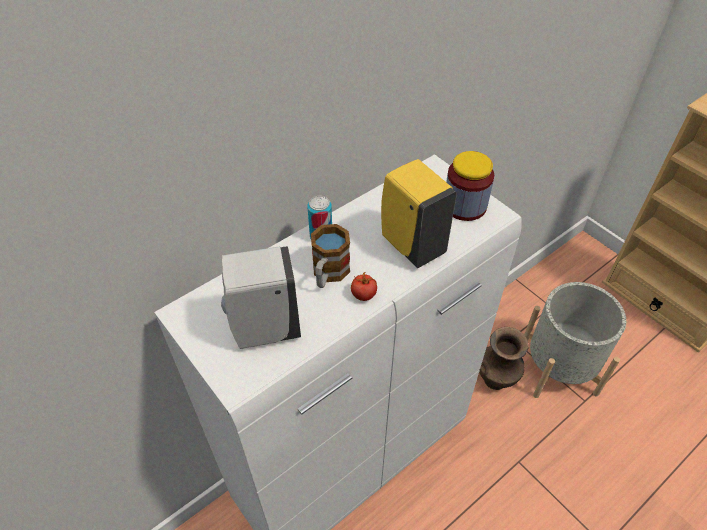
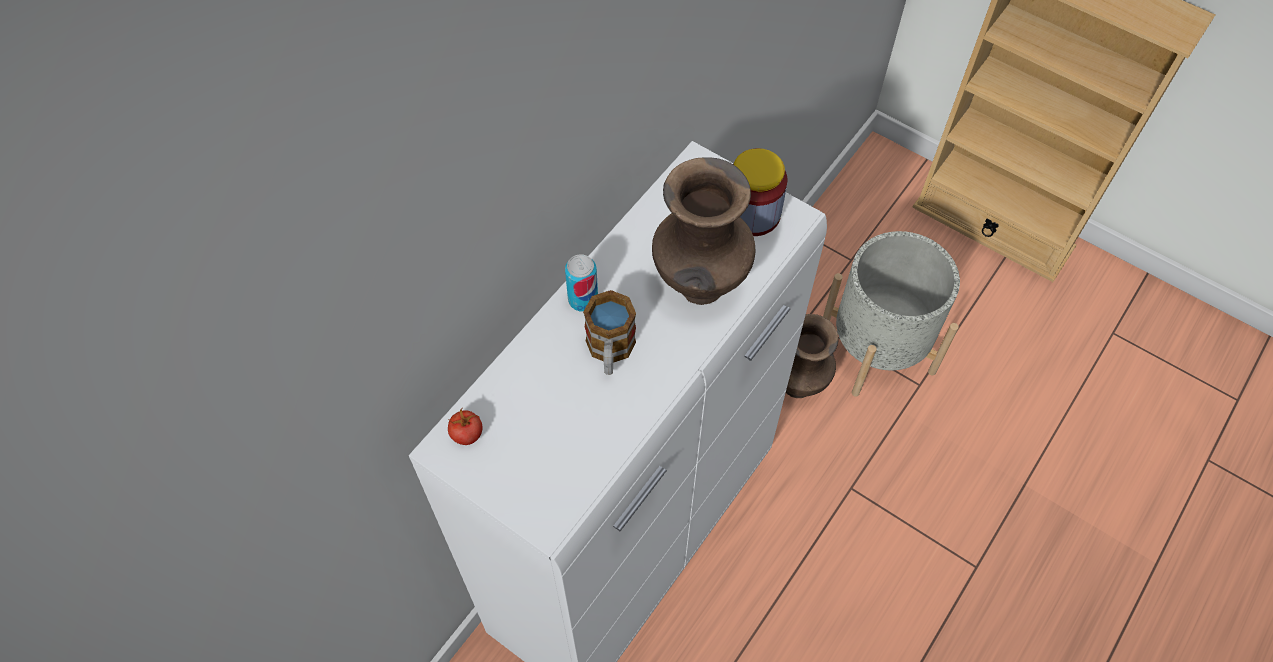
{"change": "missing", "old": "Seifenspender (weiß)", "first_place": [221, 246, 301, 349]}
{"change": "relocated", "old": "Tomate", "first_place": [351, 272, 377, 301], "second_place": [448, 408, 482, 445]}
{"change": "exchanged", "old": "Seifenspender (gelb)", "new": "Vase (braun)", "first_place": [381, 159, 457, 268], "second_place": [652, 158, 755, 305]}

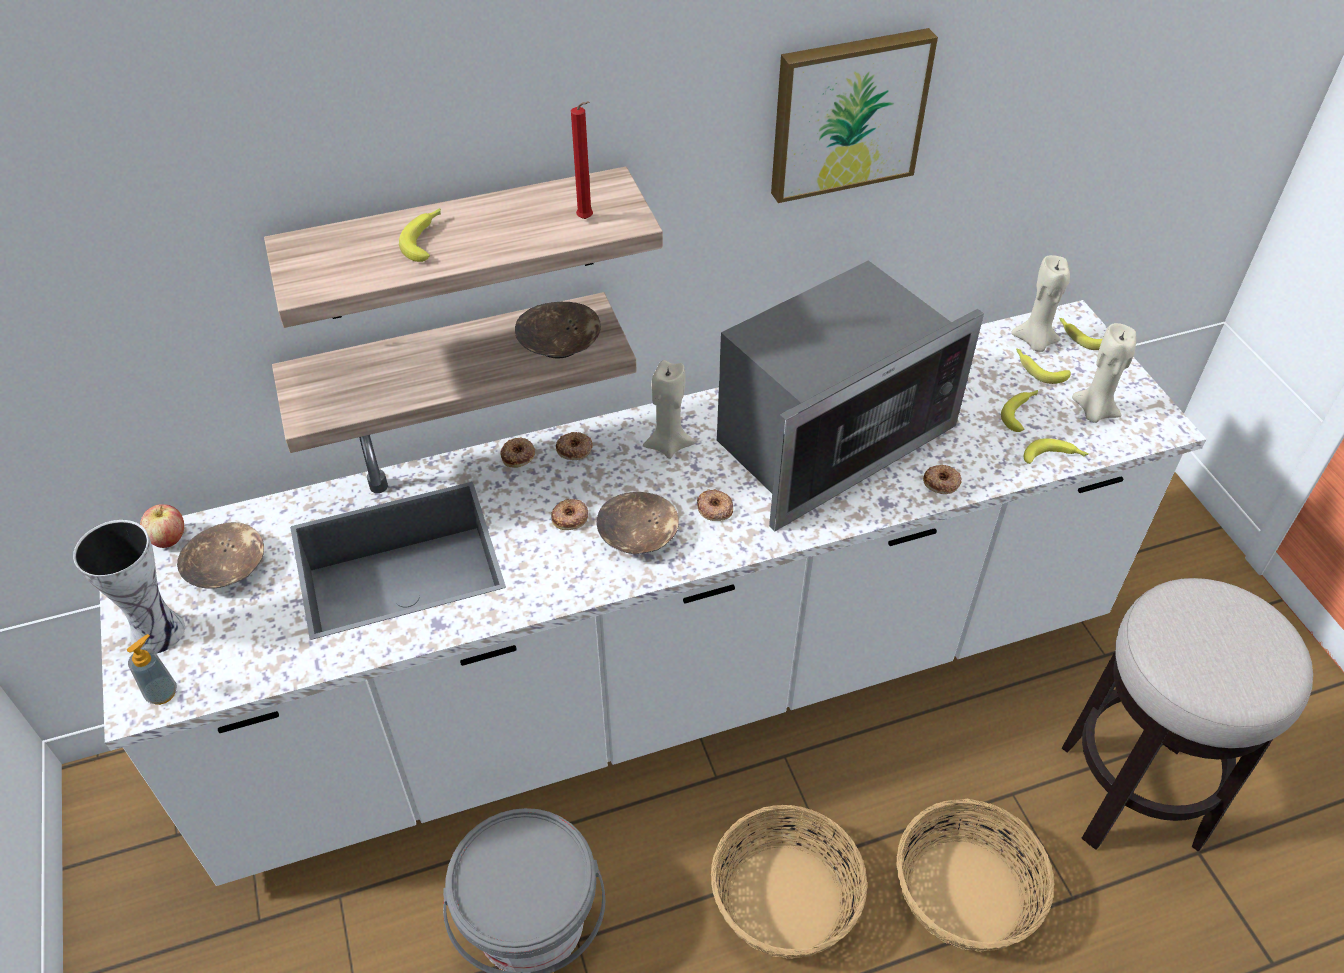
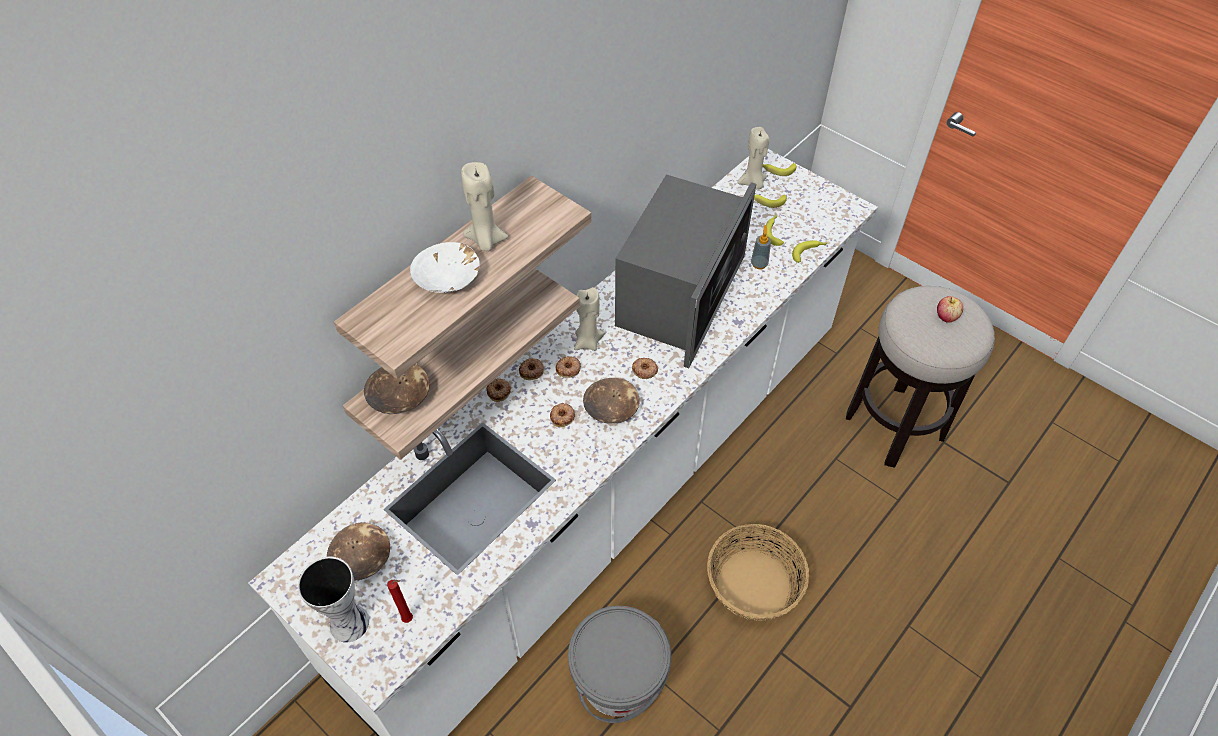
{"change": "relocated", "old": "Seifenspender", "first_place": [127, 634, 177, 705], "second_place": [751, 225, 771, 269]}
{"change": "relocated", "old": "Apfel", "first_place": [140, 504, 184, 548], "second_place": [937, 296, 963, 323]}
{"change": "exchanged", "old": "Banane", "new": "Schüssel (weiß)", "first_place": [399, 208, 441, 262], "second_place": [410, 242, 480, 293]}
{"change": "relocated", "old": "Schüssel (braun)", "first_place": [515, 302, 601, 359], "second_place": [364, 364, 430, 414]}
{"change": "relocated", "old": "Kerze (rot)", "first_place": [571, 101, 593, 219], "second_place": [387, 580, 413, 623]}
{"change": "missing", "old": "Bild", "first_place": [771, 28, 938, 203]}
{"change": "missing", "old": "Korb", "first_place": [897, 798, 1055, 952]}
{"change": "relocated", "old": "Donut", "first_place": [923, 465, 962, 494], "second_place": [556, 356, 581, 378]}
{"change": "relocated", "old": "Kerze (beige)", "first_place": [1072, 323, 1136, 423], "second_place": [461, 162, 508, 251]}

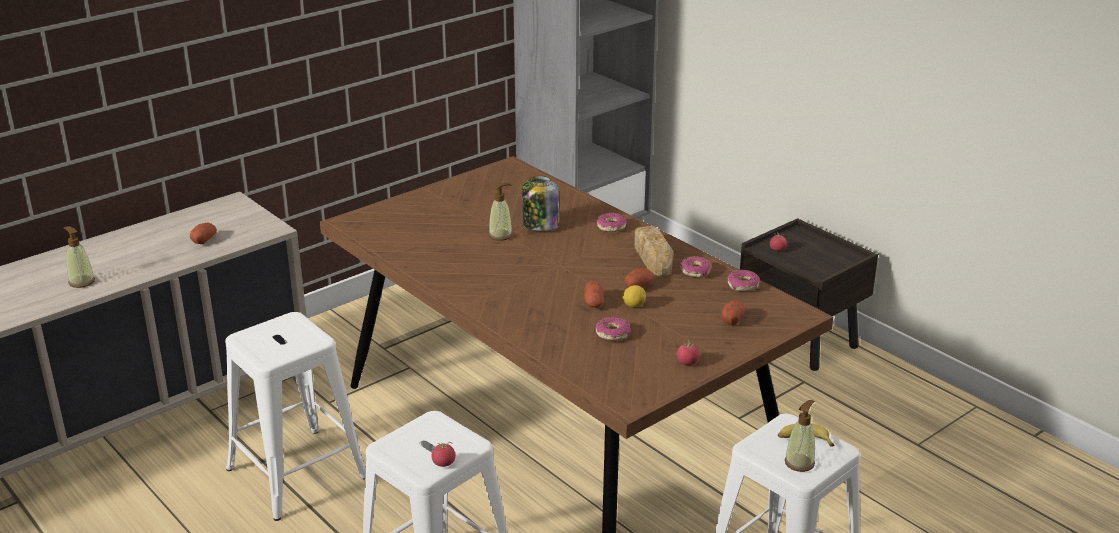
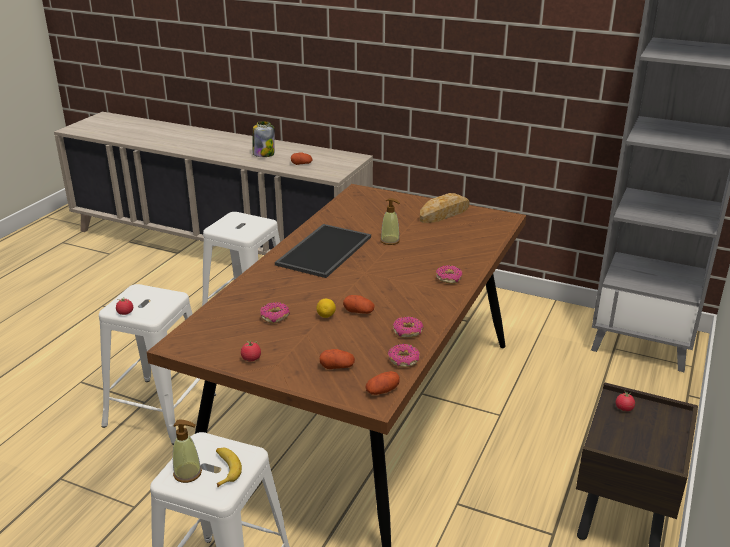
{"change": "missing", "old": "Seifenspender", "first_place": [64, 226, 95, 288]}
{"change": "relocated", "old": "Vorratsglas", "first_place": [522, 176, 559, 231], "second_place": [252, 121, 275, 157]}
{"change": "relocated", "old": "Kartoffel", "first_place": [584, 281, 604, 307], "second_place": [366, 371, 400, 395]}
{"change": "relocated", "old": "Brot", "first_place": [635, 226, 673, 276], "second_place": [420, 193, 470, 223]}
{"change": "appeared", "new": "Tablett", "second_place": [275, 224, 371, 278]}

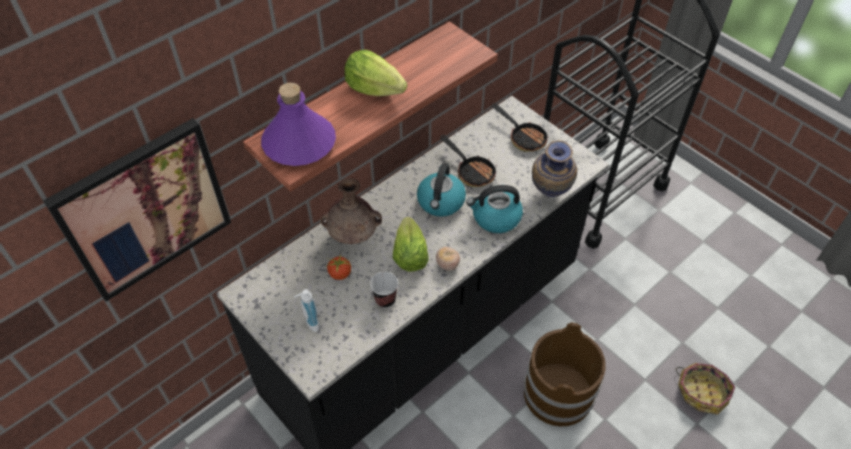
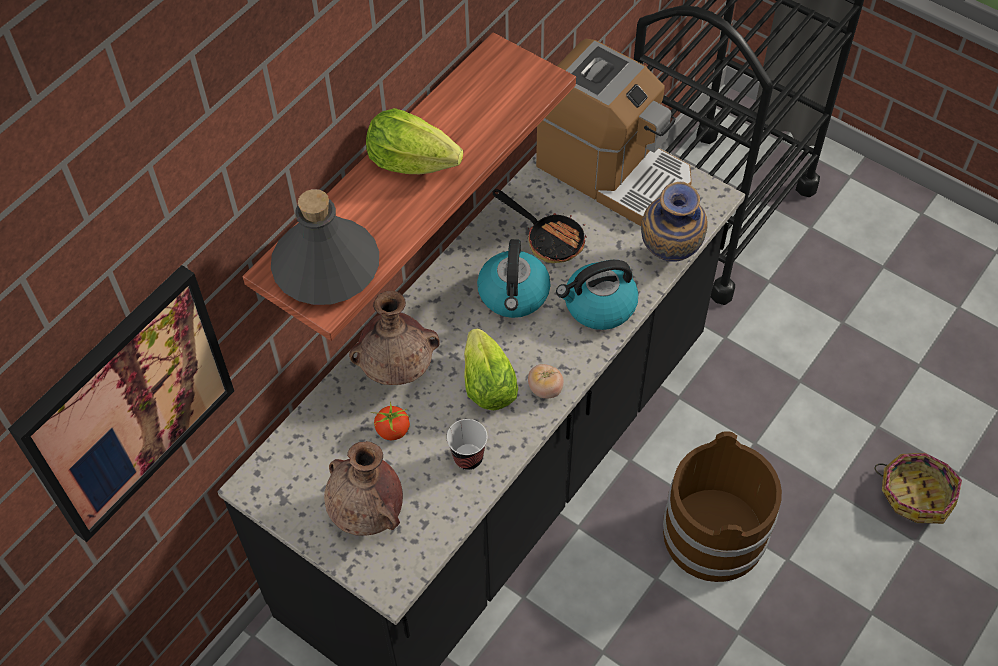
{"change": "colour", "old": "Flasche (lila)", "new": "Flasche (grau)", "first_place": [261, 83, 336, 166], "second_place": [271, 189, 379, 305]}
{"change": "exchanged", "old": "Seifenspender", "new": "Vase (braun)", "first_place": [294, 289, 320, 332], "second_place": [324, 441, 403, 536]}
{"change": "exchanged", "old": "Pfanne", "new": "Kaffeemaschine", "first_place": [492, 103, 549, 152], "second_place": [536, 39, 692, 226]}

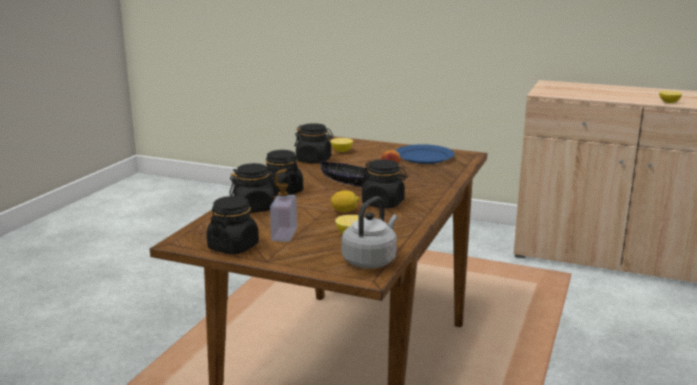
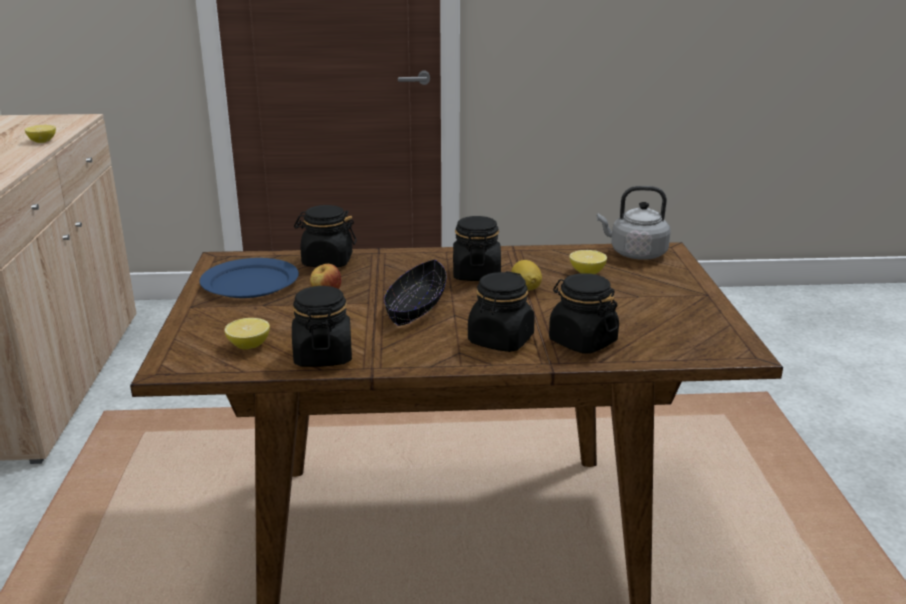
{"change": "relocated", "old": "Vorratsglas (schwarz)", "first_place": [206, 196, 259, 254], "second_place": [294, 205, 357, 267]}
{"change": "missing", "old": "Seifenspender", "first_place": [270, 169, 297, 242]}

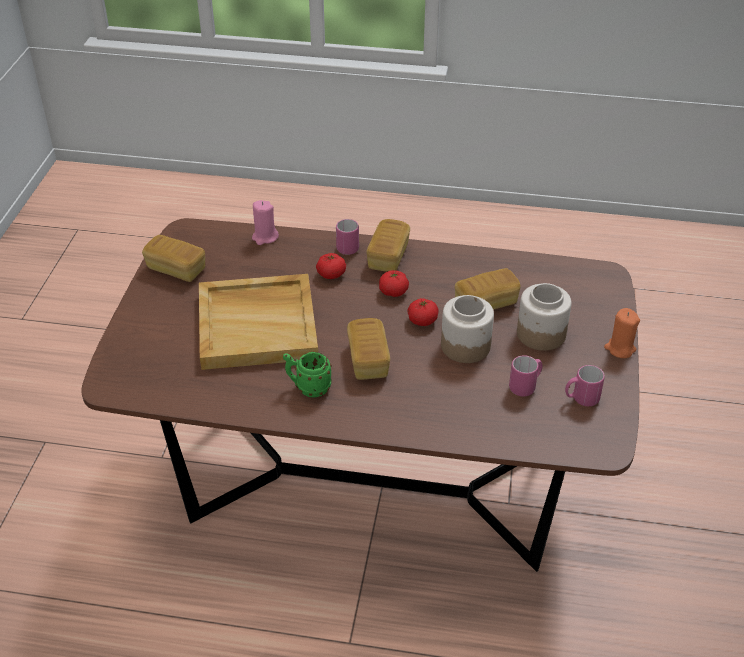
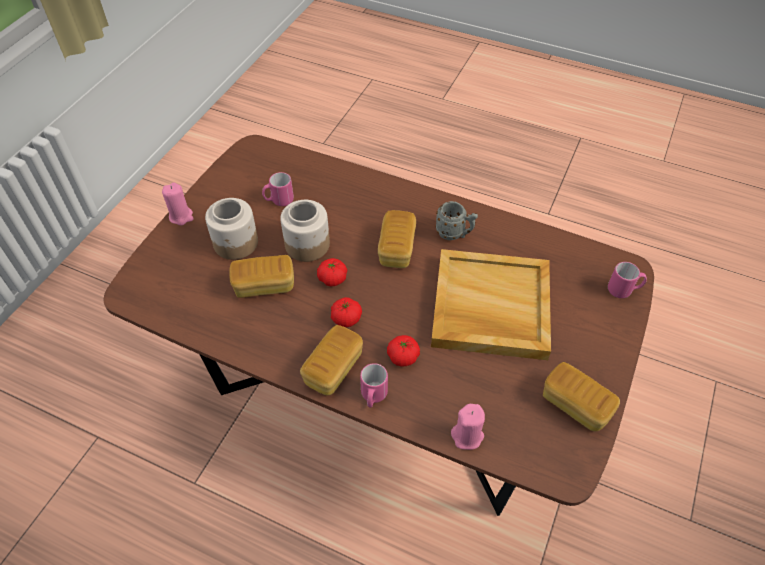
{"change": "colour", "old": "Henkelbecher (grün)", "new": "Henkelbecher (grau)", "first_place": [283, 352, 332, 398], "second_place": [435, 201, 478, 240]}
{"change": "relocated", "old": "Henkelbecher (rosa)", "first_place": [565, 365, 605, 406], "second_place": [608, 262, 647, 298]}
{"change": "colour", "old": "Kerze (orange)", "new": "Kerze (rosa)", "first_place": [604, 308, 640, 358], "second_place": [162, 183, 193, 225]}

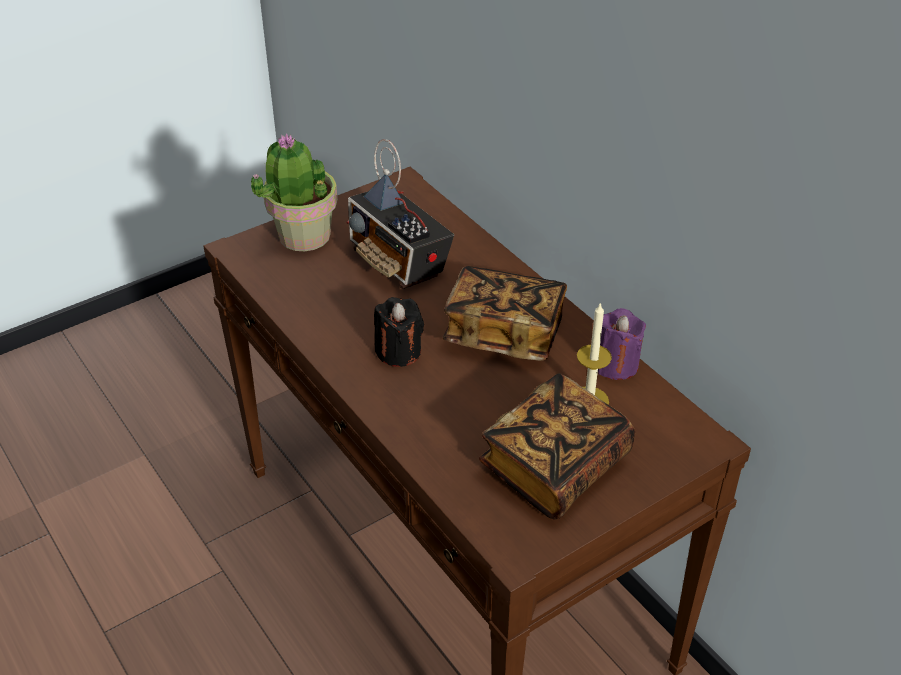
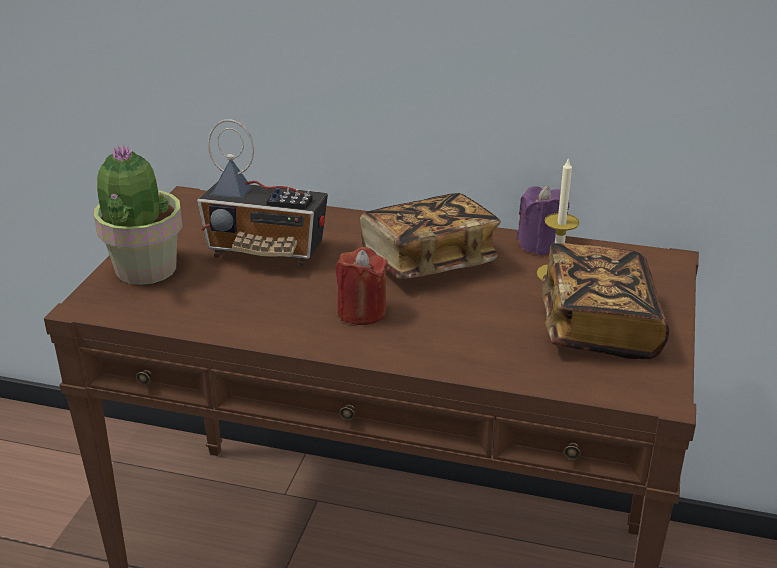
{"change": "colour", "old": "Kerze (schwarz)", "new": "Kerze (rot)", "first_place": [374, 297, 424, 367], "second_place": [335, 247, 387, 325]}

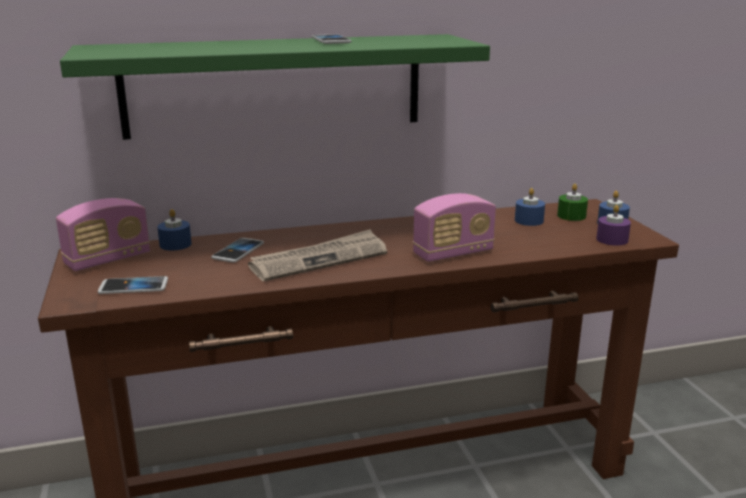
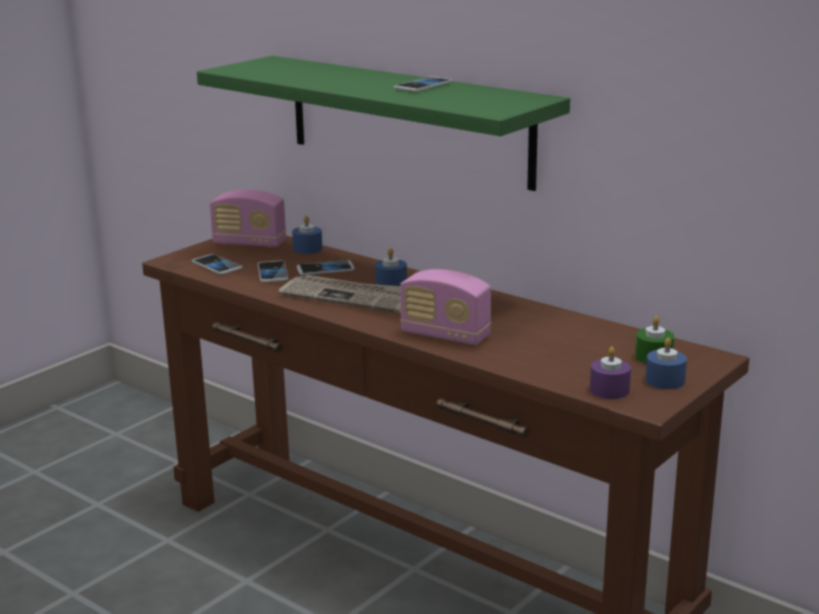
{"change": "relocated", "old": "Kerze (blau)", "first_place": [515, 188, 545, 226], "second_place": [375, 248, 407, 286]}
{"change": "appeared", "new": "Handy", "second_place": [258, 261, 289, 282]}

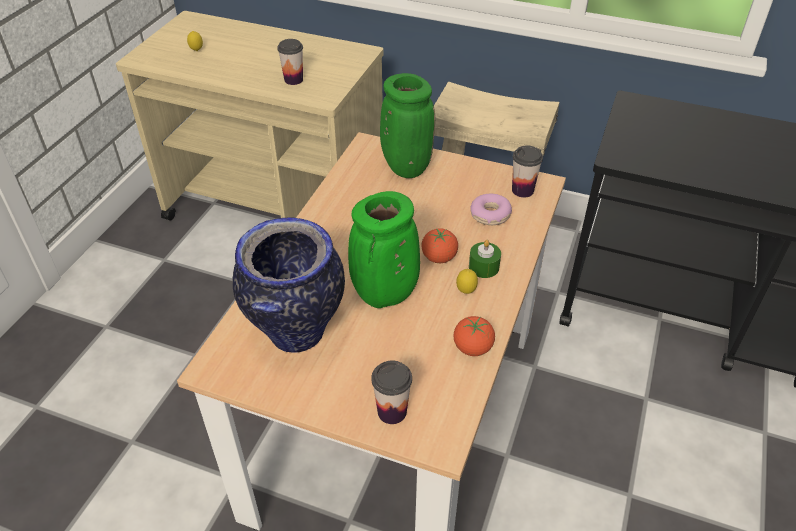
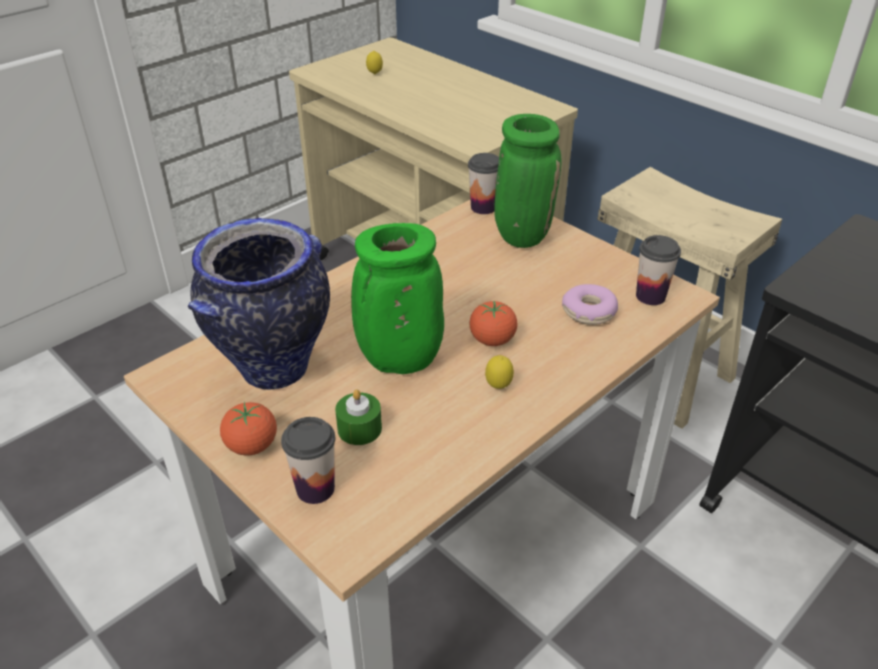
{"change": "relocated", "old": "Tasse", "first_place": [277, 39, 303, 85], "second_place": [468, 153, 499, 214]}
{"change": "relocated", "old": "Tomate", "first_place": [453, 316, 495, 356], "second_place": [220, 402, 277, 455]}
{"change": "relocated", "old": "Kerze (grün)", "first_place": [469, 240, 501, 278], "second_place": [335, 389, 382, 445]}

